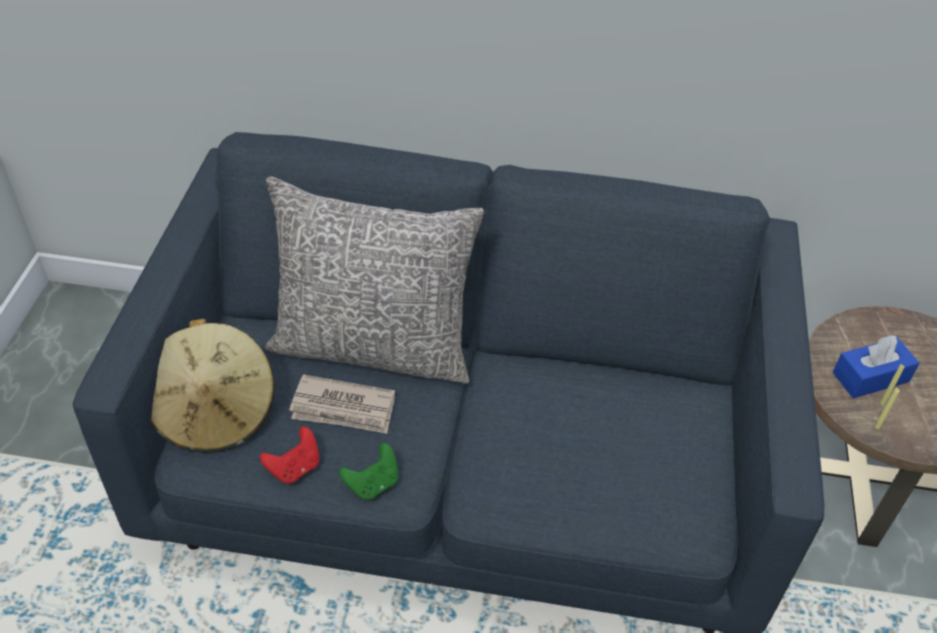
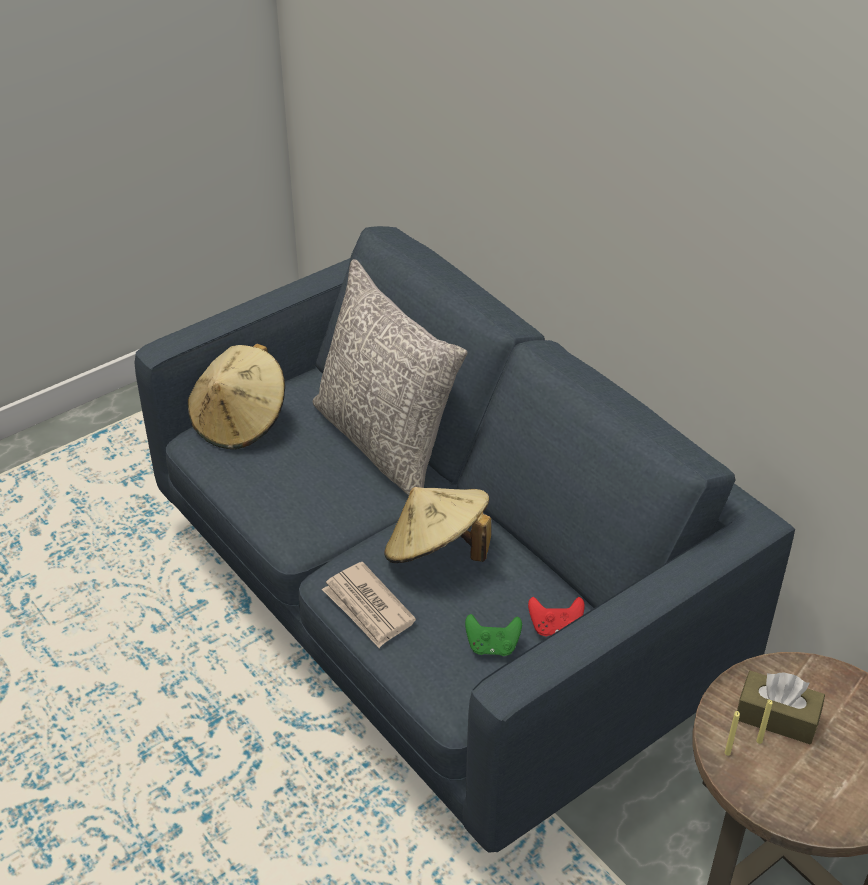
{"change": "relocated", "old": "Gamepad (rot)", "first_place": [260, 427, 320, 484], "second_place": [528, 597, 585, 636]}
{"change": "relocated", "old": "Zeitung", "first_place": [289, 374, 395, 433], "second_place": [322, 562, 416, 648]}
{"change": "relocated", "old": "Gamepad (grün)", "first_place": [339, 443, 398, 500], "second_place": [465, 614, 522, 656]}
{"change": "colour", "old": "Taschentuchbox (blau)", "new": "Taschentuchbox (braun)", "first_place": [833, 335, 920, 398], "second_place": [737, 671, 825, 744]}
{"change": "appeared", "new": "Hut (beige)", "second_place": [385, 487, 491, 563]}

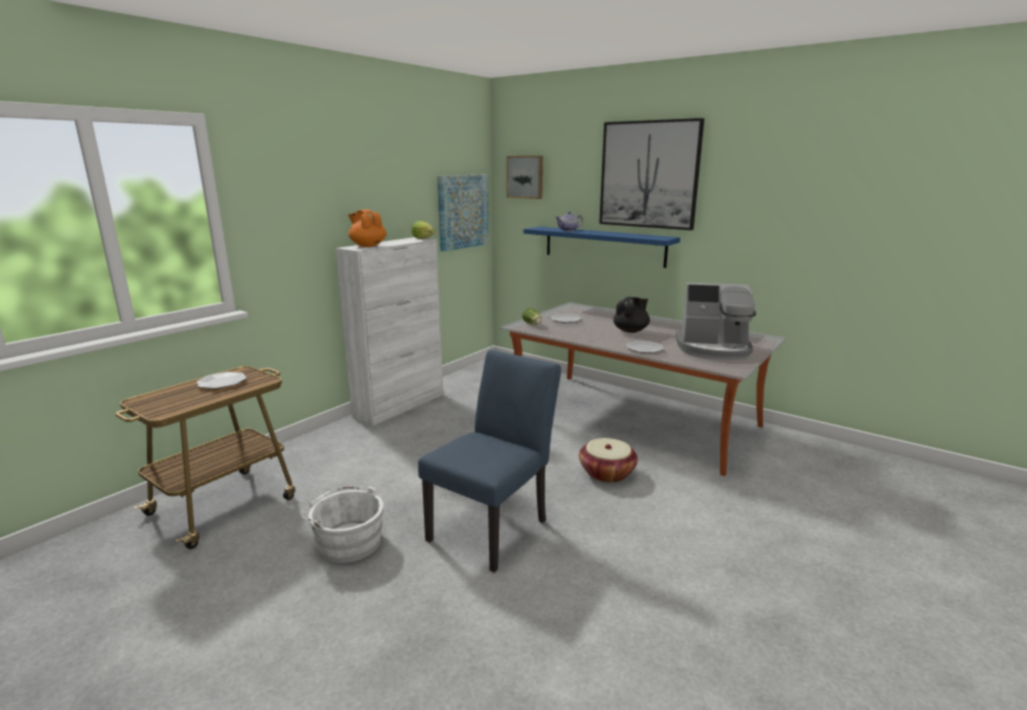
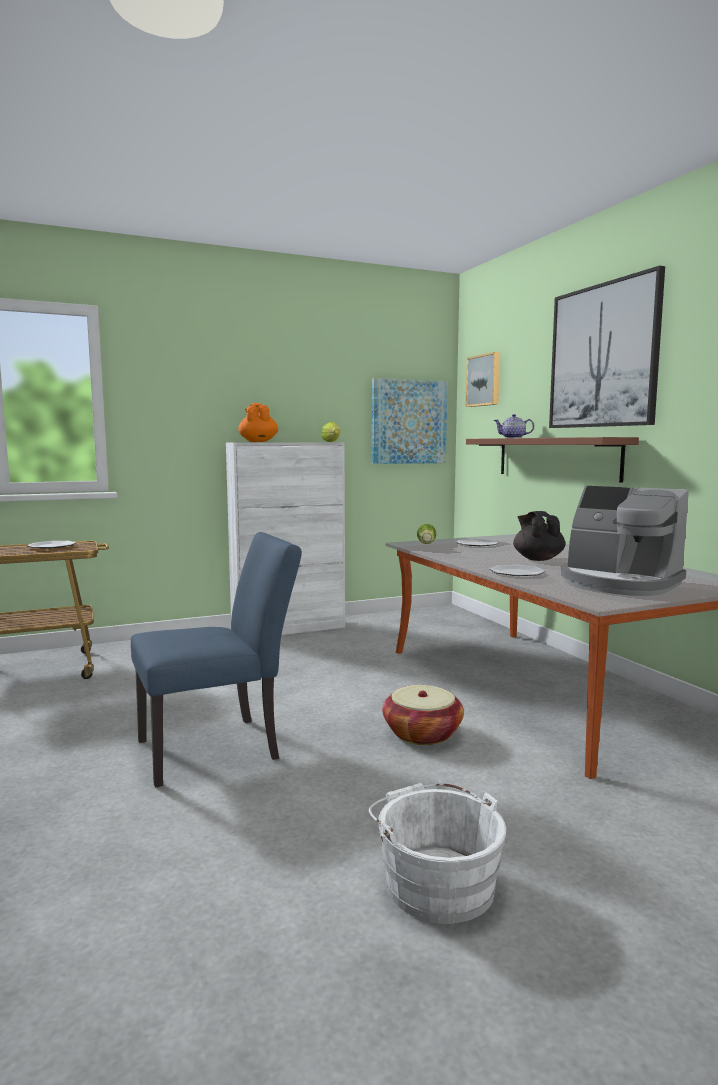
{"change": "relocated", "old": "Eimer (weiß)", "first_place": [301, 486, 384, 563], "second_place": [369, 783, 506, 924]}
{"change": "colour", "old": "Wandregal (blau)", "new": "Wandregal (braun)", "first_place": [524, 226, 680, 268], "second_place": [466, 437, 639, 483]}
{"change": "spun", "old": "Teekanne (schwarz)", "first_place": [613, 297, 650, 333], "second_place": [513, 511, 566, 561], "degrees": -90}

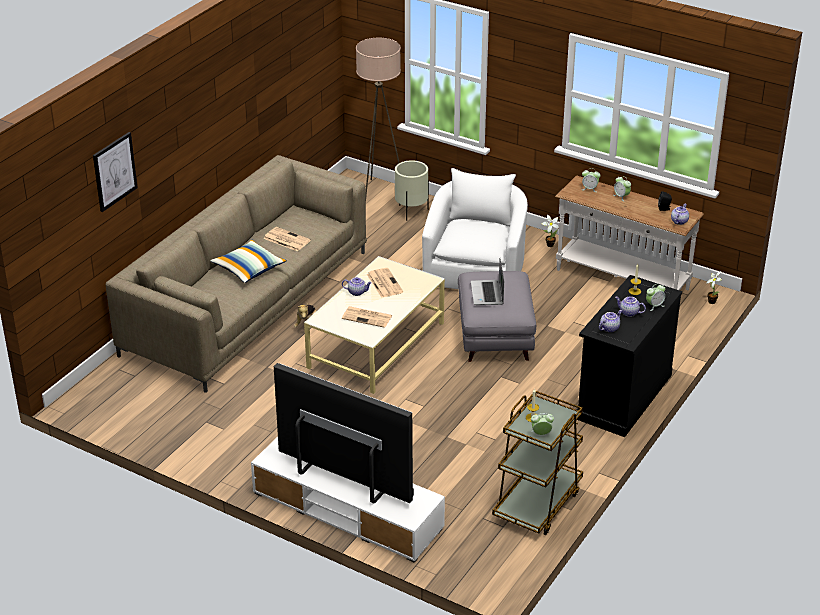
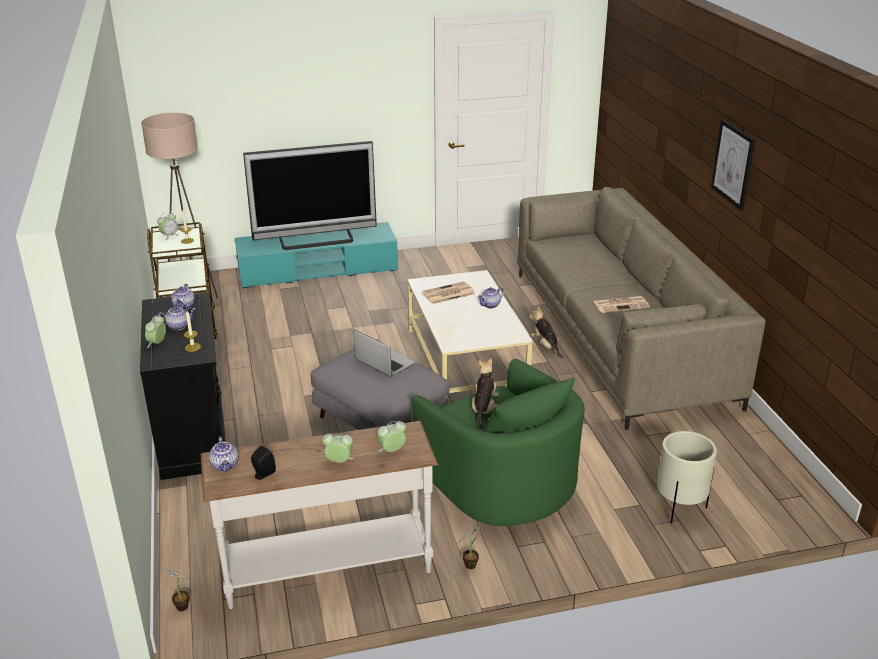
{"change": "relocated", "old": "Bild", "first_place": [93, 132, 138, 212], "second_place": [711, 119, 755, 211]}
{"change": "missing", "old": "Kissen", "first_place": [211, 240, 287, 283]}
{"change": "colour", "old": "Fernsehschrank (weiß)", "new": "Fernsehschrank (türkis)", "first_place": [251, 437, 445, 563], "second_place": [235, 222, 398, 288]}
{"change": "relocated", "old": "Stehlampe (beige)", "first_place": [356, 38, 401, 198], "second_place": [141, 113, 218, 298]}
{"change": "missing", "old": "Zeitung", "first_place": [367, 268, 403, 298]}
{"change": "colour", "old": "Sessel (weiß)", "new": "Sessel (grün)", "first_place": [422, 168, 528, 289], "second_place": [412, 359, 585, 526]}
{"change": "appeared", "new": "Plüschtier", "second_place": [472, 358, 499, 429]}

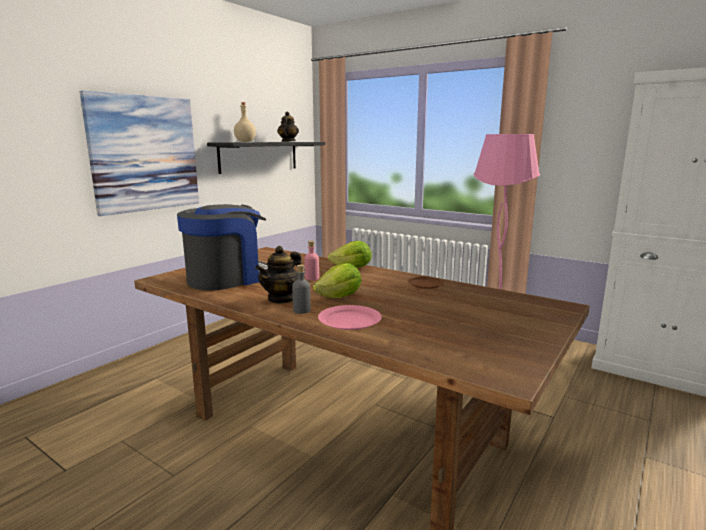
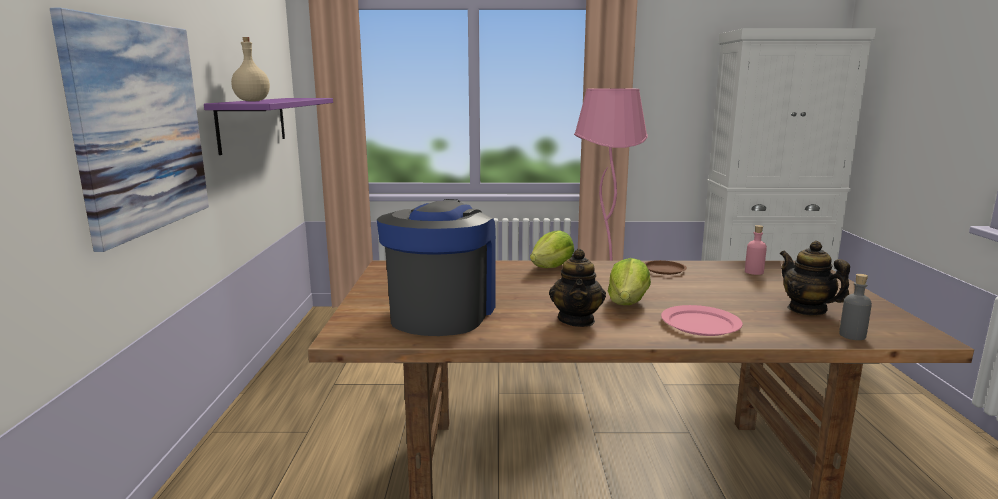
{"change": "colour", "old": "Wandregal (schwarz)", "new": "Wandregal (lila)", "first_place": [207, 142, 325, 174], "second_place": [204, 98, 333, 155]}
{"change": "relocated", "old": "Teekanne", "first_place": [277, 111, 299, 142], "second_place": [780, 241, 850, 316]}
{"change": "relocated", "old": "Flasche (grau)", "first_place": [292, 265, 311, 314], "second_place": [839, 274, 872, 340]}
{"change": "relocated", "old": "Flasche (rosa)", "first_place": [304, 241, 319, 281], "second_place": [745, 225, 767, 275]}

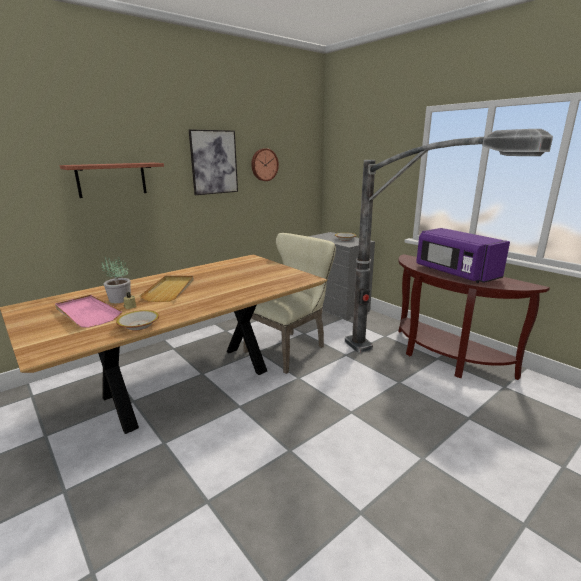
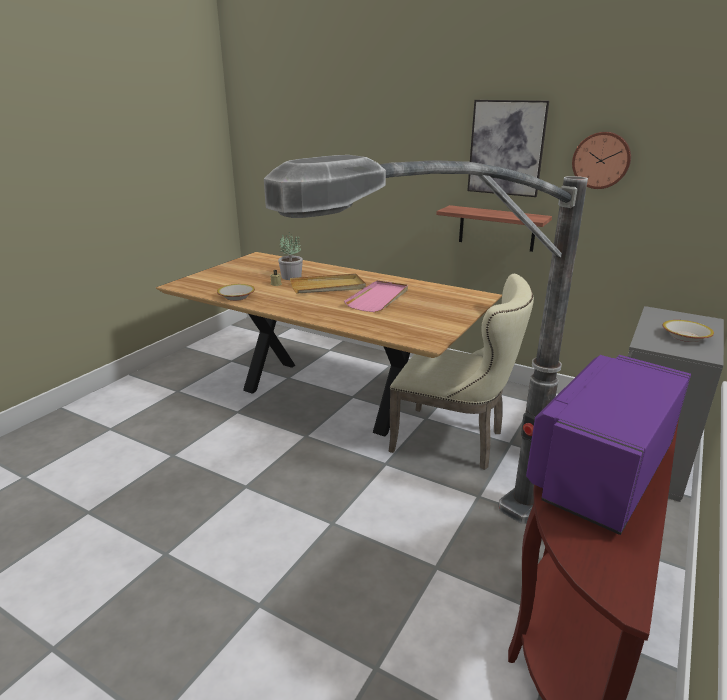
{"change": "relocated", "old": "Tablett (rosa)", "first_place": [55, 295, 122, 328], "second_place": [344, 280, 408, 312]}
{"change": "relocated", "old": "Wandregal", "first_place": [60, 163, 164, 198], "second_place": [436, 205, 552, 252]}

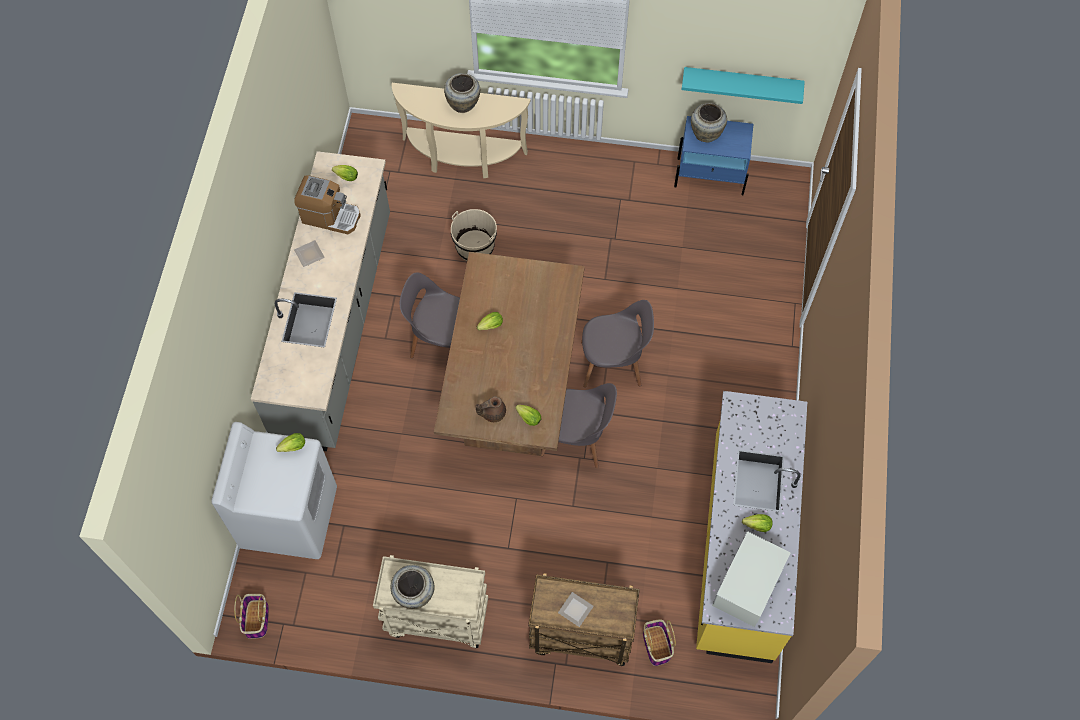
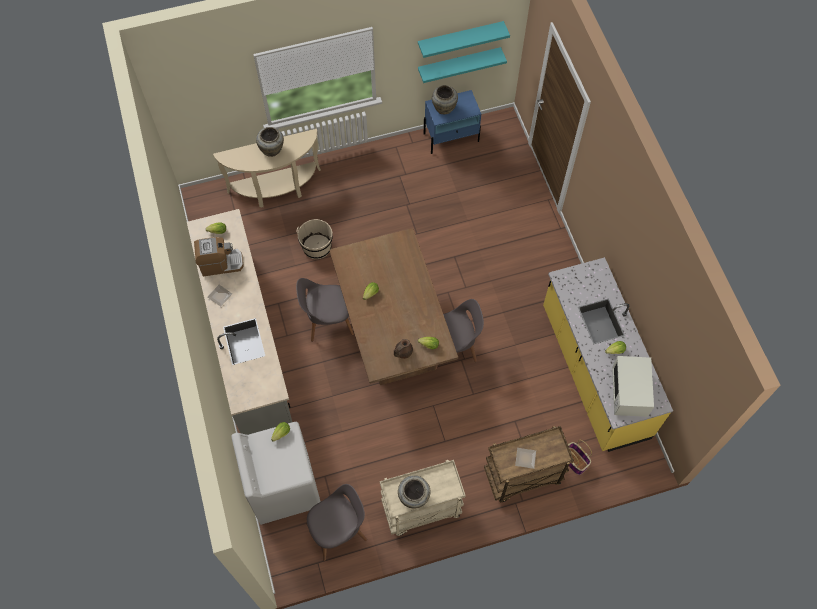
{"change": "missing", "old": "Korb", "first_place": [234, 594, 269, 639]}
{"change": "relocated", "old": "Stuhl (grau)", "first_place": [581, 300, 654, 387], "second_place": [306, 484, 367, 561]}
{"change": "appeared", "new": "Wandregal (türkis)", "second_place": [418, 21, 510, 58]}

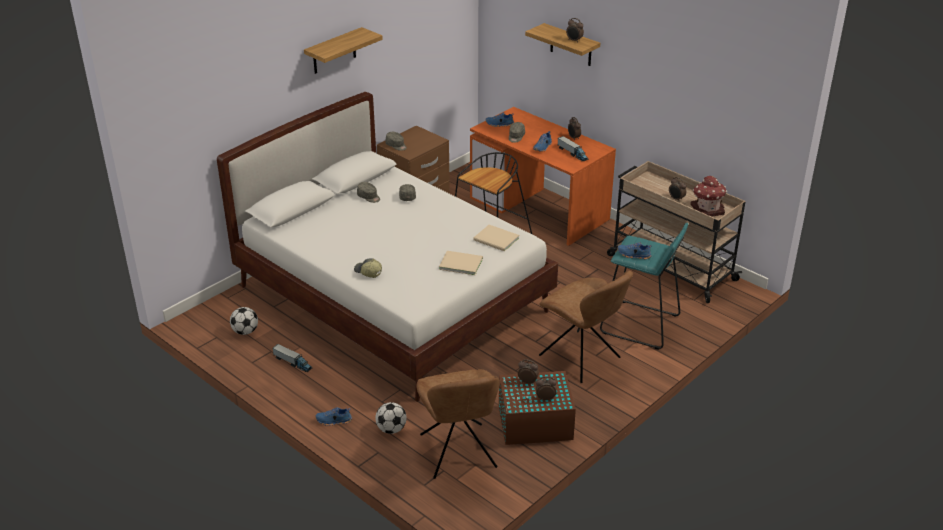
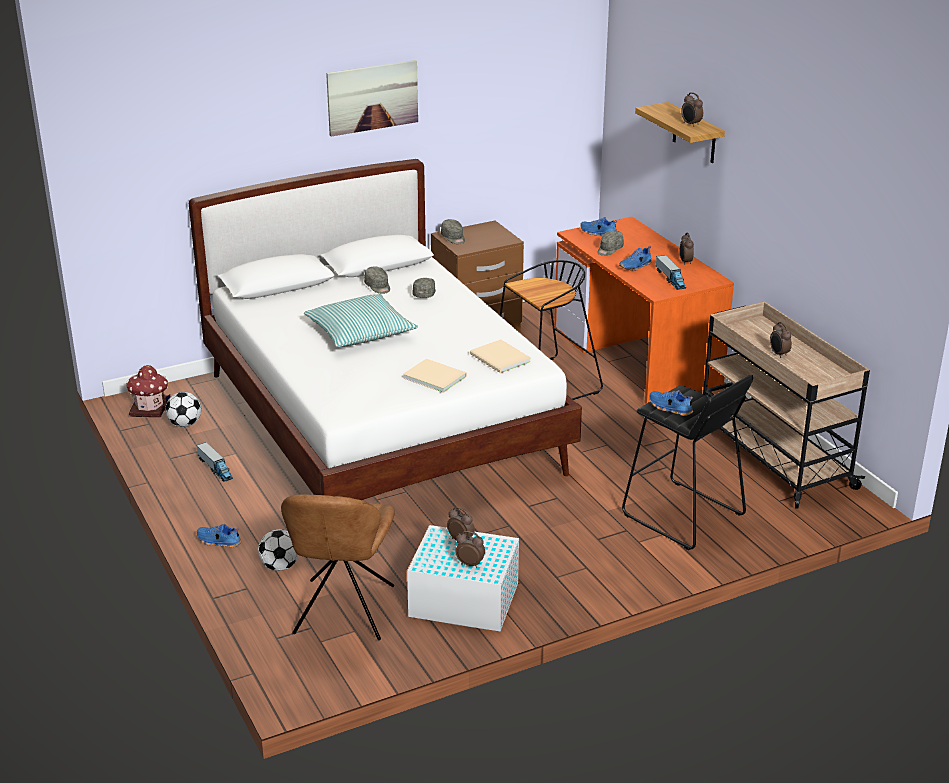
{"change": "exchanged", "old": "Wandregal", "new": "Bild", "first_place": [304, 27, 383, 74], "second_place": [326, 60, 418, 136]}
{"change": "missing", "old": "Kappe", "first_place": [354, 258, 382, 278]}
{"change": "colour", "old": "Aufbewahrungsbox (braun)", "new": "Aufbewahrungsbox (weiß)", "first_place": [499, 371, 576, 445], "second_place": [407, 525, 519, 631]}
{"change": "missing", "old": "Stuhl (braun)", "first_place": [539, 271, 633, 383]}
{"change": "colour", "old": "Hocker (türkis)", "new": "Hocker (schwarz)", "first_place": [600, 223, 688, 350], "second_place": [622, 375, 753, 550]}
{"change": "relocated", "old": "Spielzeughaus", "first_place": [690, 176, 727, 217], "second_place": [126, 365, 171, 417]}
{"change": "appeared", "new": "Kissen", "second_place": [304, 294, 418, 347]}

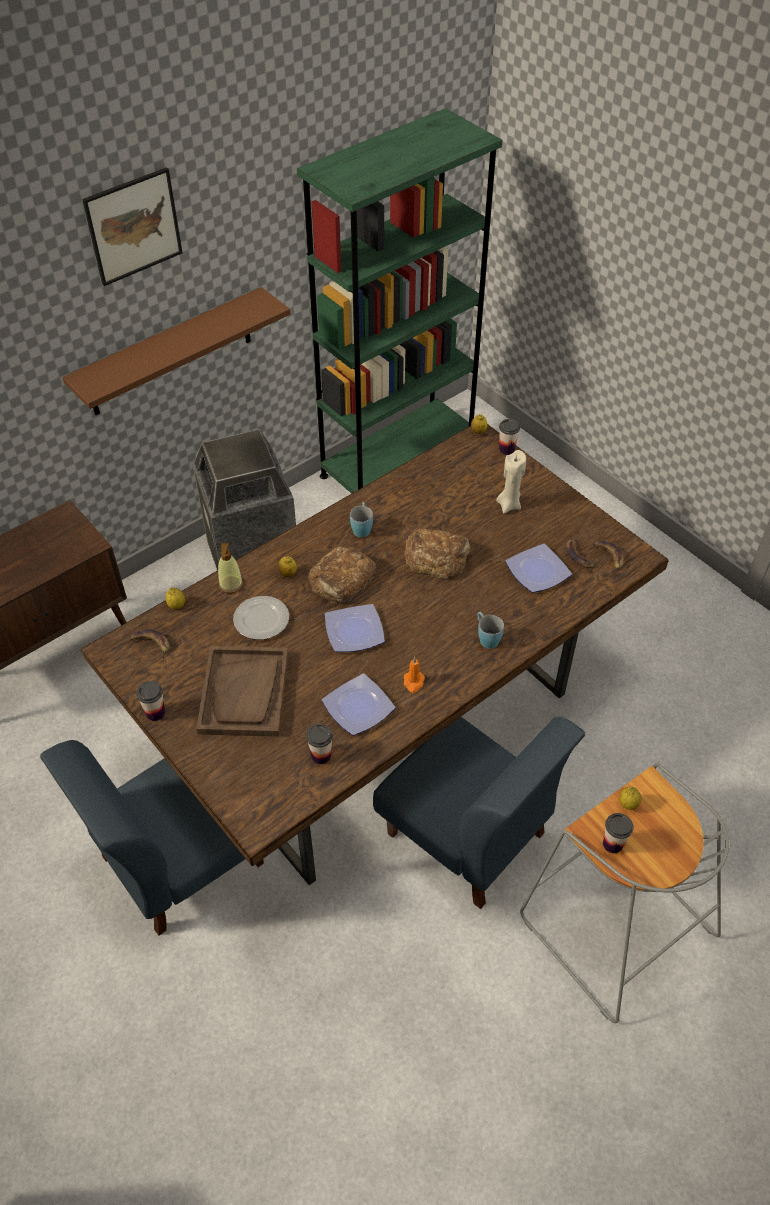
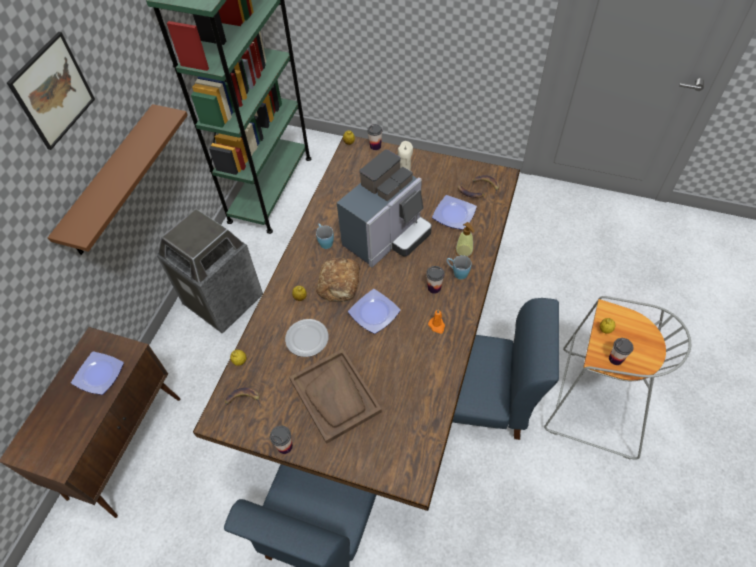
{"change": "relocated", "old": "Seifenspender", "first_place": [218, 543, 243, 594], "second_place": [455, 222, 475, 258]}
{"change": "relocated", "old": "Tasse", "first_place": [306, 724, 333, 764], "second_place": [426, 266, 445, 294]}
{"change": "relocated", "old": "Teller", "first_place": [322, 674, 395, 735], "second_place": [71, 351, 124, 395]}
{"change": "exchanged", "old": "Brot", "new": "Kaffeemaschine", "first_place": [405, 528, 471, 580], "second_place": [337, 149, 432, 267]}

